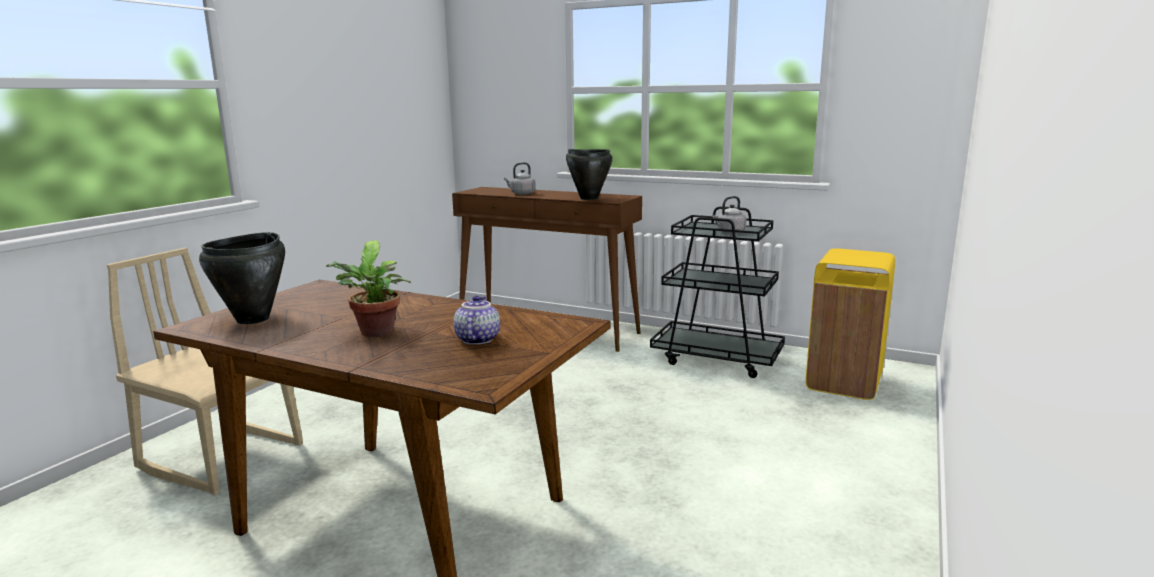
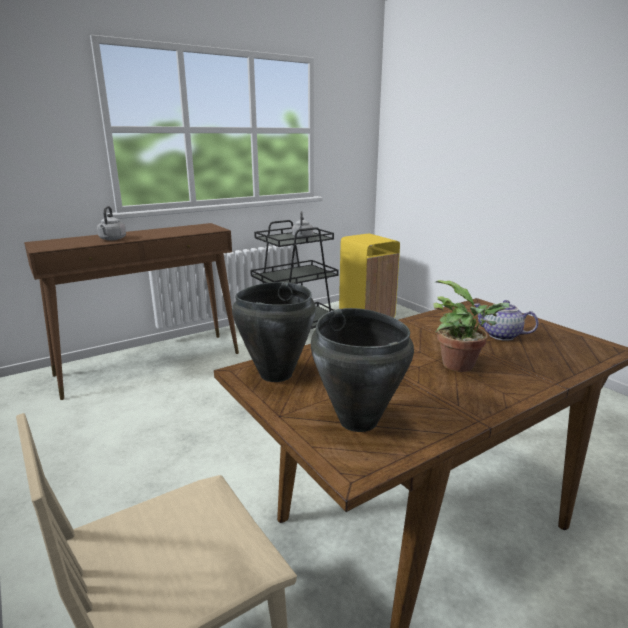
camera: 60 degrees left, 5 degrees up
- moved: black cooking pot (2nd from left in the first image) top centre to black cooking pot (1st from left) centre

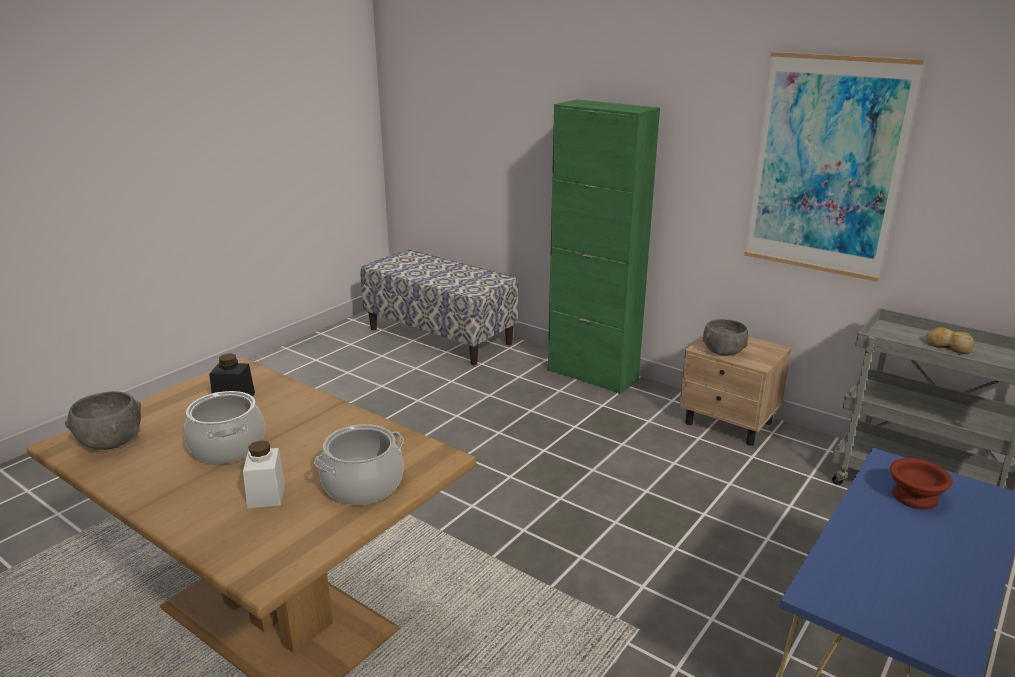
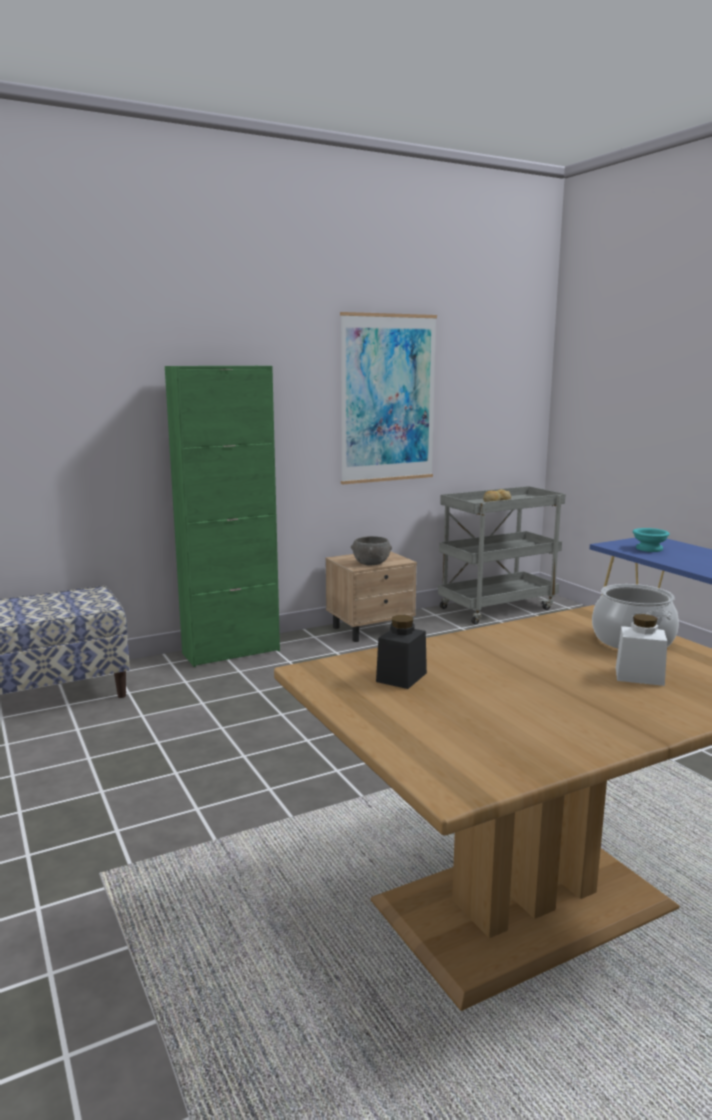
camera: 65 degrees left, 10 degrees down
- removed: grey bowl (1st from left) middle left
- removed: cooking pot (1st from left) middle left
- recoloured: brown bowl bottom right to turquoise bowl middle right

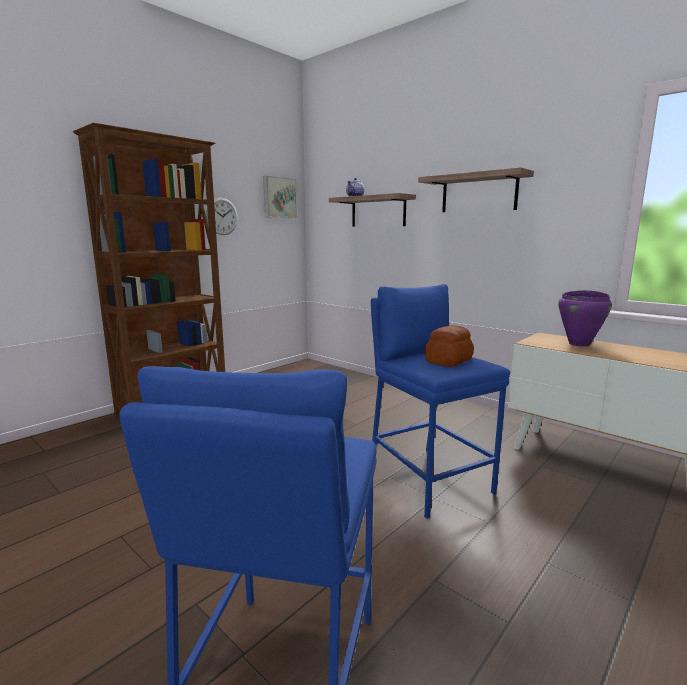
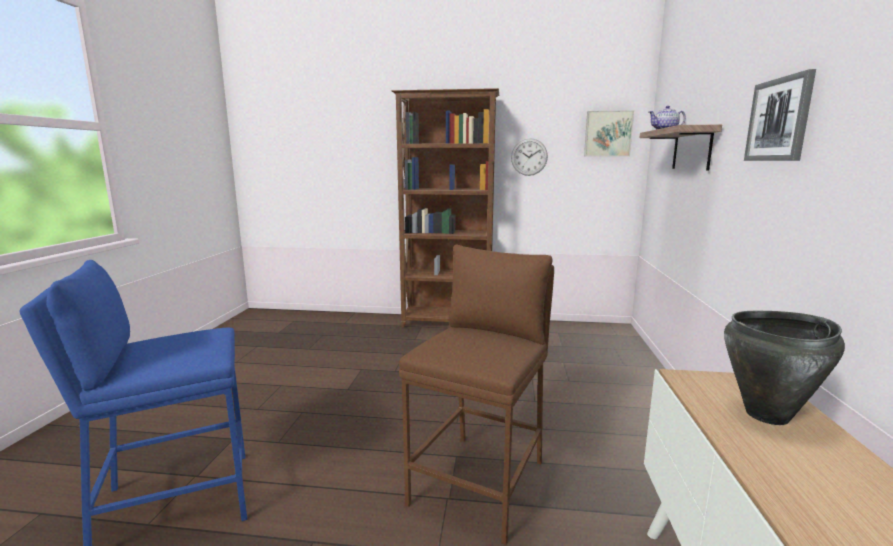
camera: 55 degrees right, 0 degrees up
- replaced: shelf (2nd from left) top right to picture (2nd from left) top right
- recoloured: blue stool (2nd from left) centre to brown stool bottom centre
- recoloured: purple cooking pot middle right to black cooking pot bottom right
- removed: bread centre

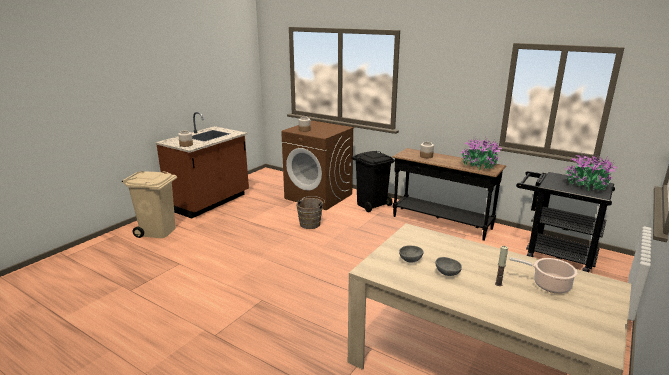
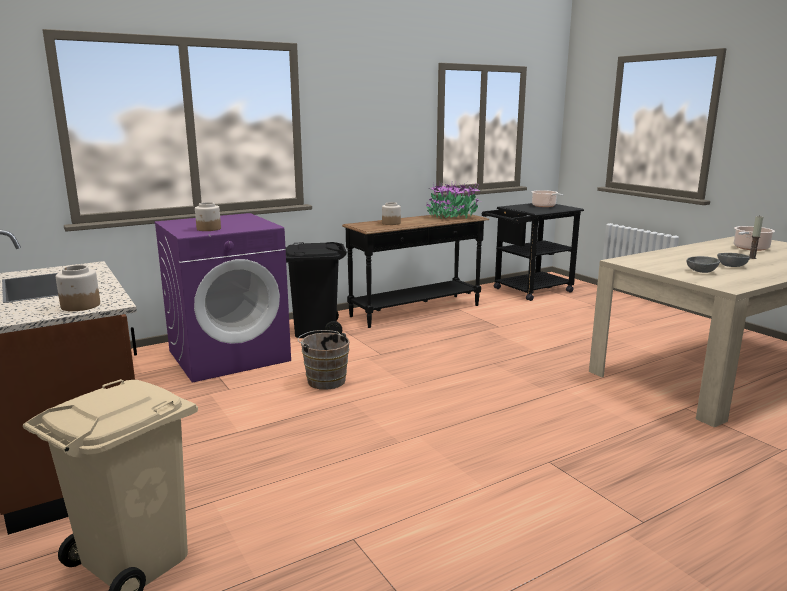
camera: 65 degrees left, 5 degrees down
- recoloured: brown washing machine centre to purple washing machine middle left
- replaced: potted plant (2nd from left) middle right to cooking pot (1st from left) middle right

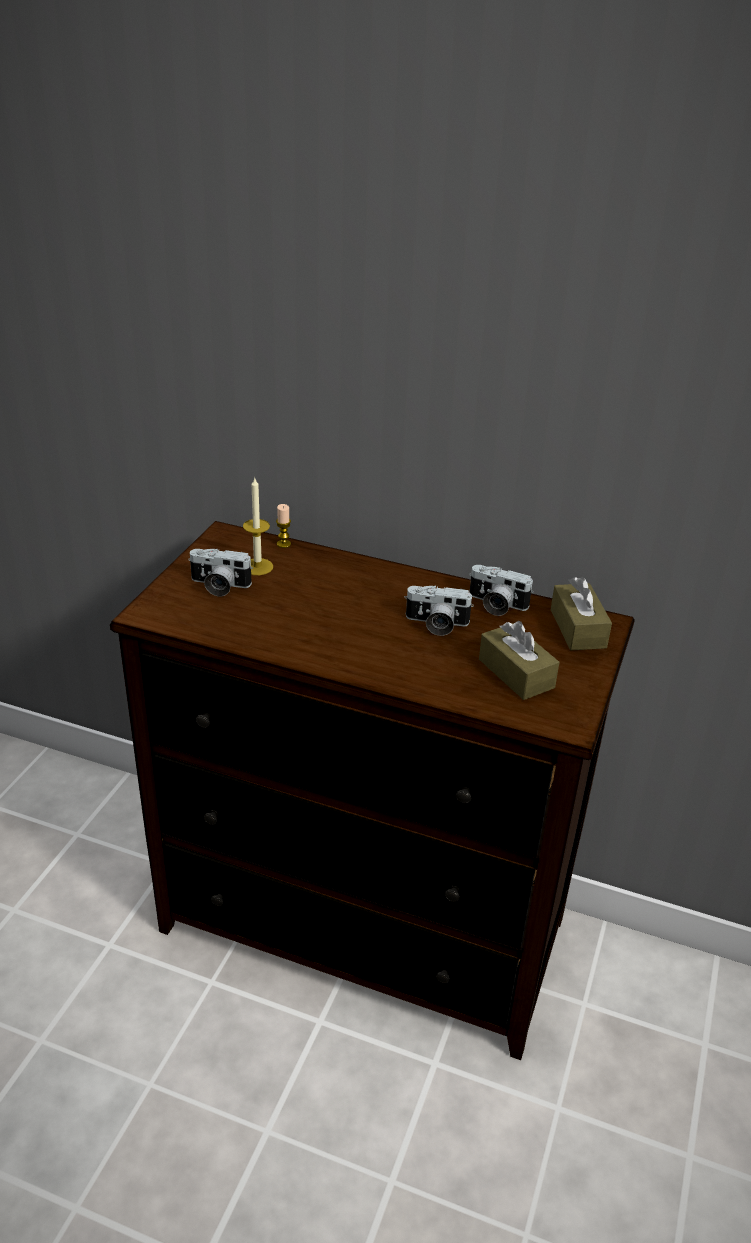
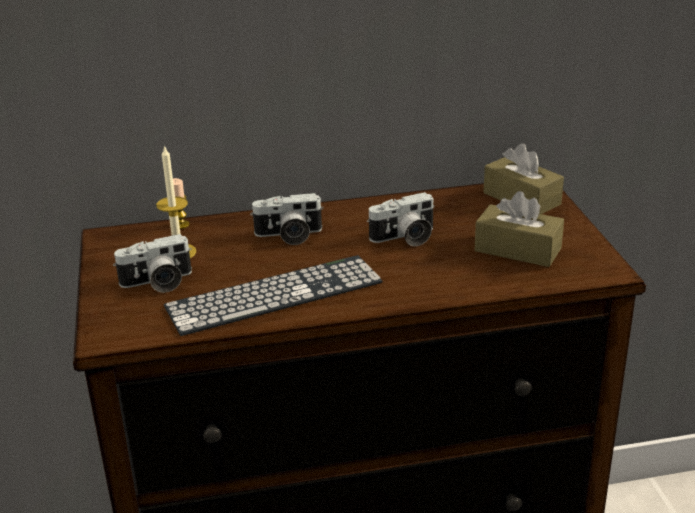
camera: 30 degrees left, 5 degrees down
- moved: photo camera (3rd from left in the first image) middle right to photo camera (2nd from left) centre
- added: keyboard centre

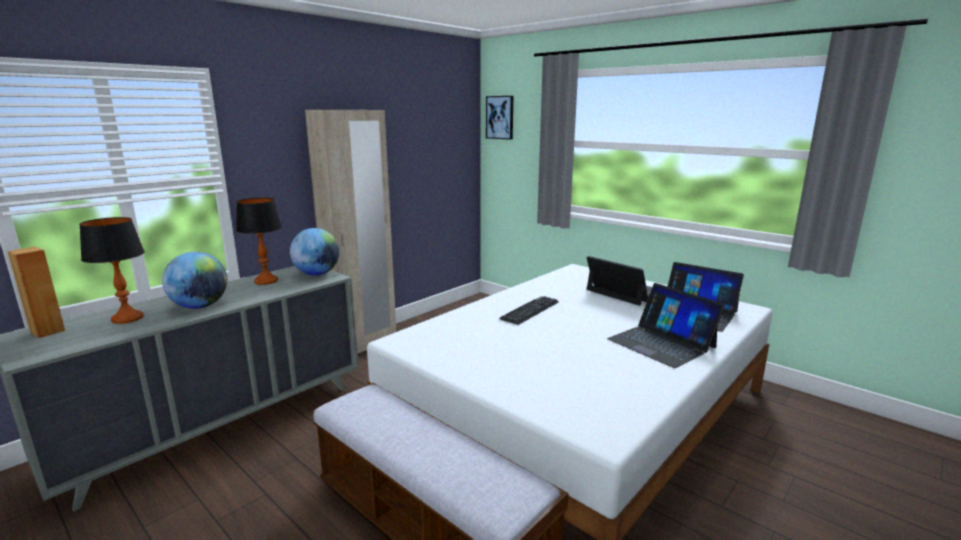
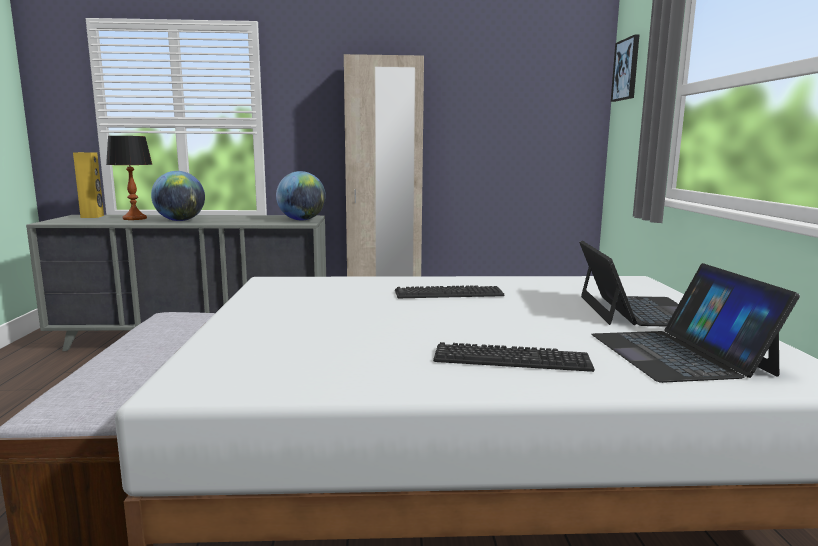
camera: 45 degrees right, 5 degrees down
- removed: table lamp (2nd from left) middle left
- recoloured: brown speaker middle left to yellow speaker middle left
- replaced: laptop (2nd from left) middle right to keyboard (2nd from left) centre

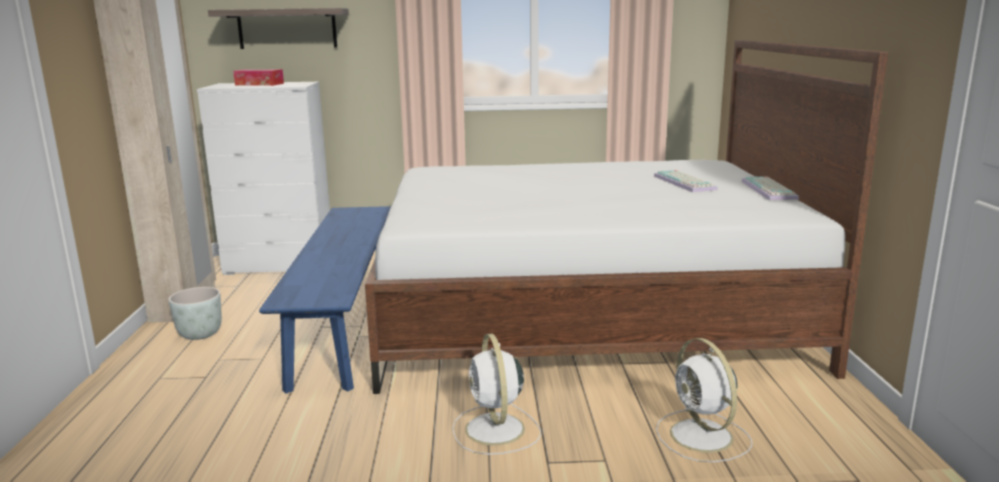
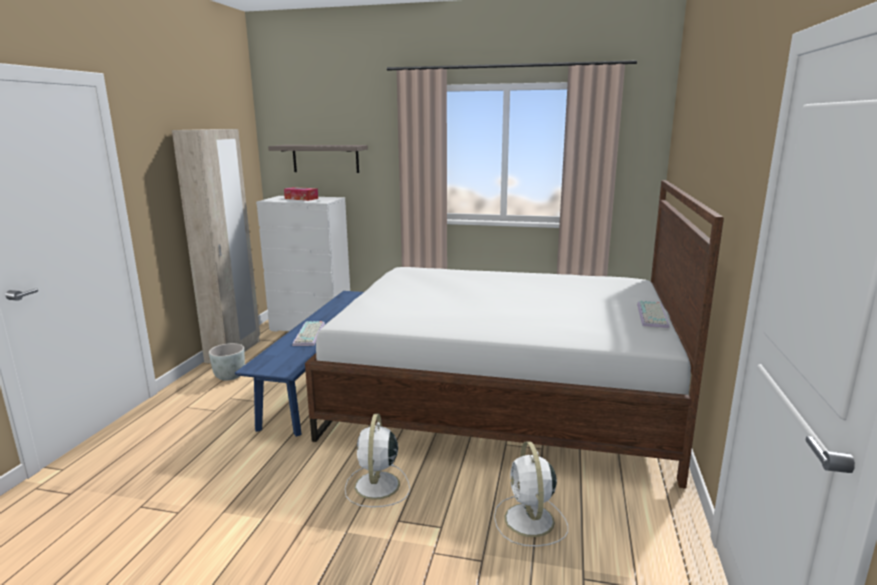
camera: 15 degrees right, 0 degrees up
- moved: keyboard (1st from left) middle right to centre

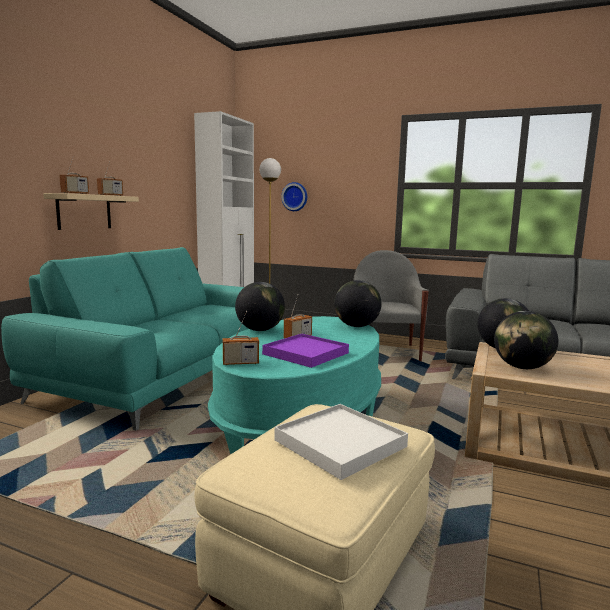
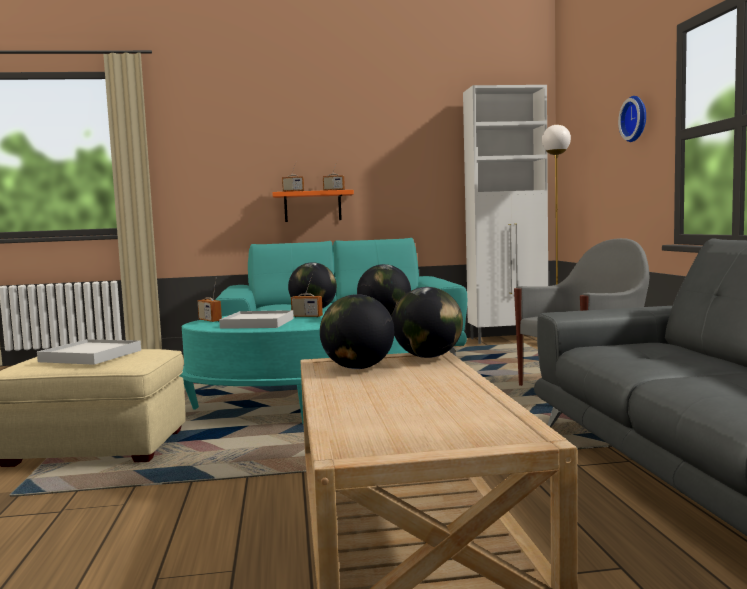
camera: 60 degrees right, 5 degrees down
- moved: wall clock top centre to top right
- recoloured: beige shelf middle left to orange shelf centre
- recoloured: purple tray centre to white tray (2nd from left) centre

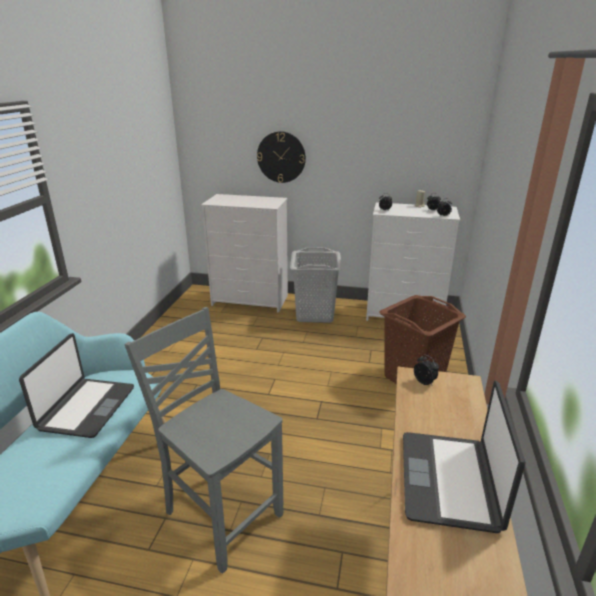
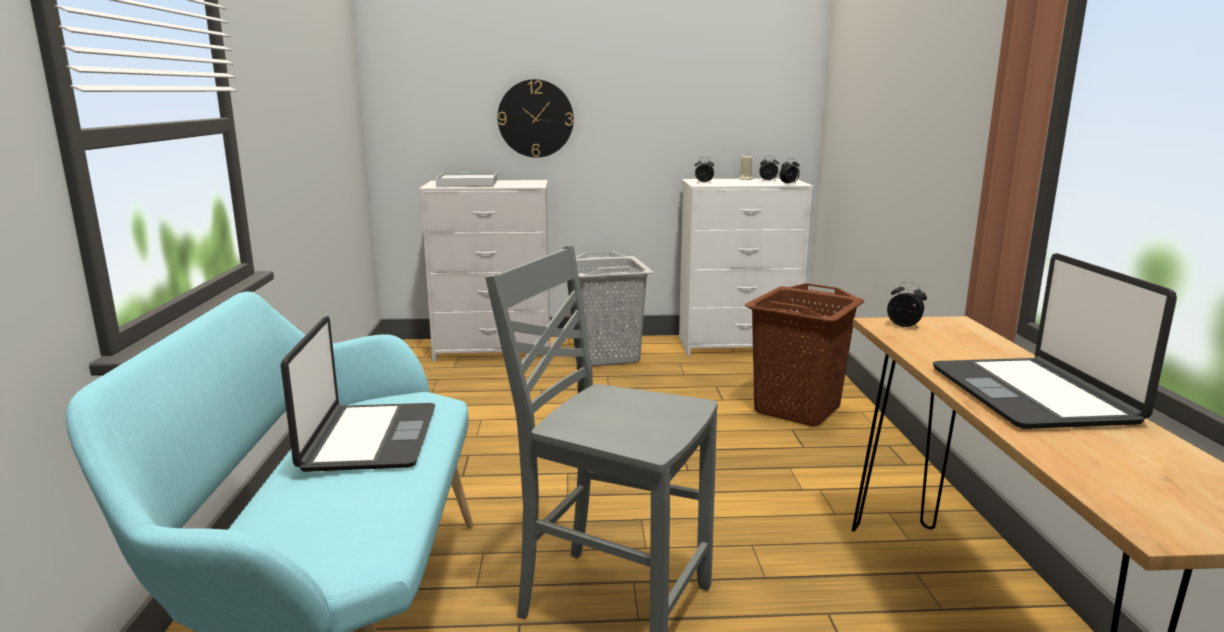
camera: 15 degrees left, 10 degrees down
- added: white tray top centre

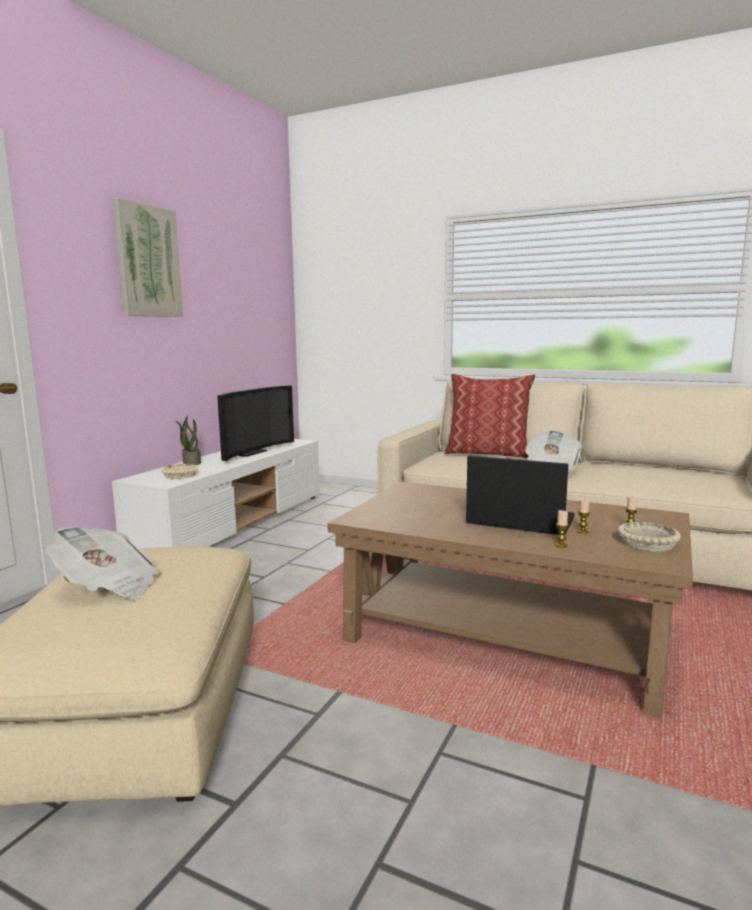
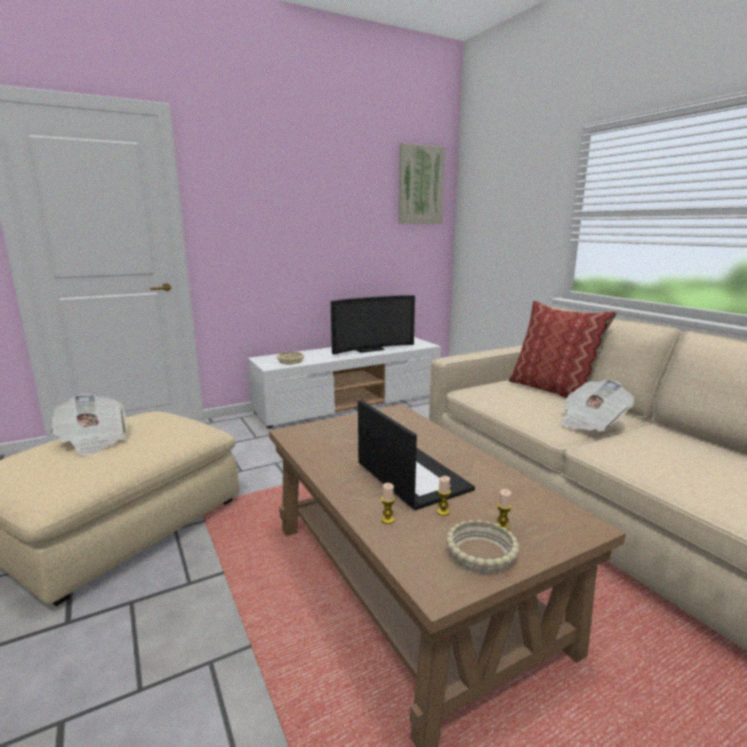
camera: 35 degrees right, 5 degrees up
- moved: picture top left to top centre
- removed: potted plant middle left

